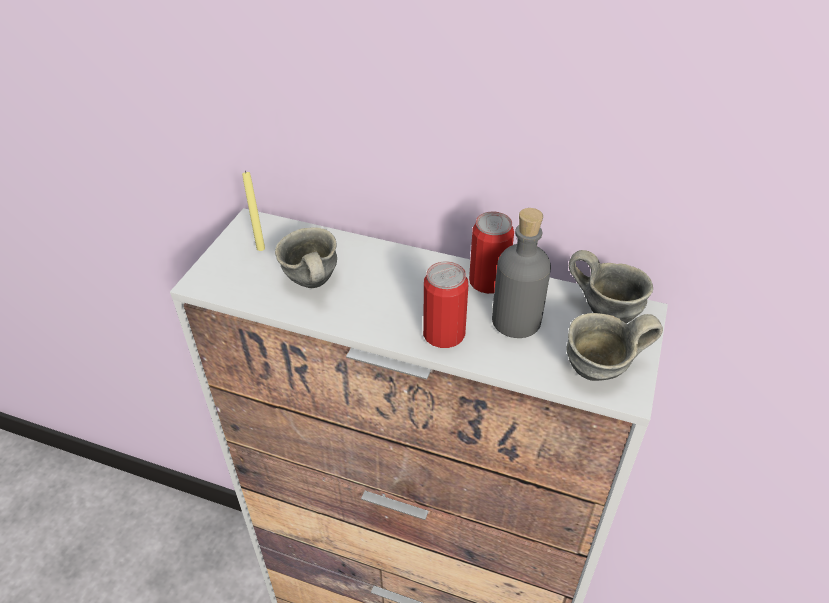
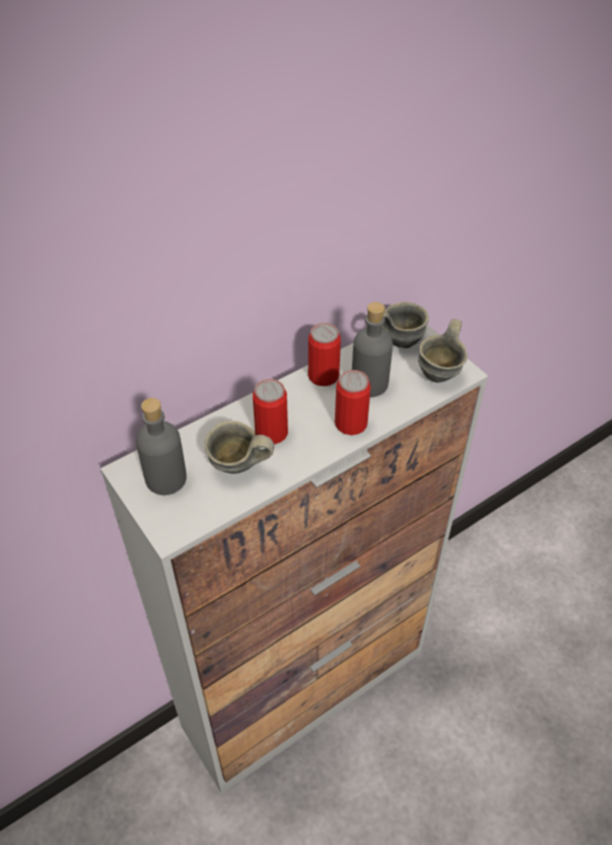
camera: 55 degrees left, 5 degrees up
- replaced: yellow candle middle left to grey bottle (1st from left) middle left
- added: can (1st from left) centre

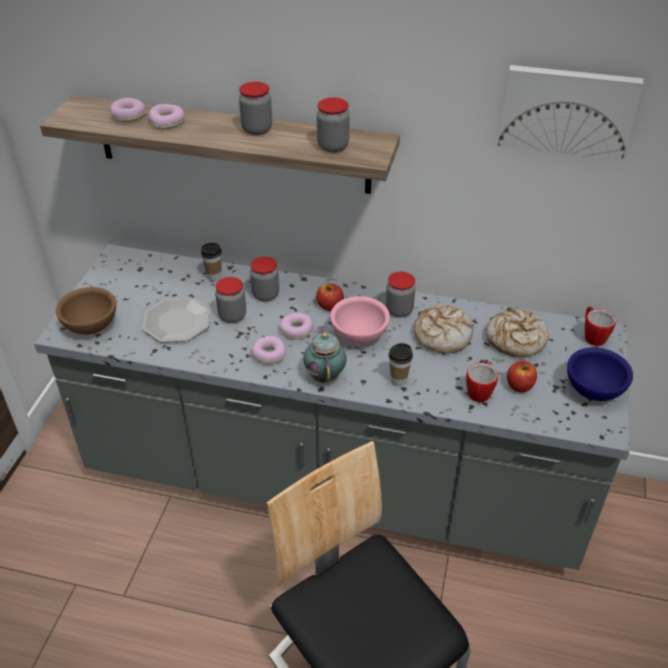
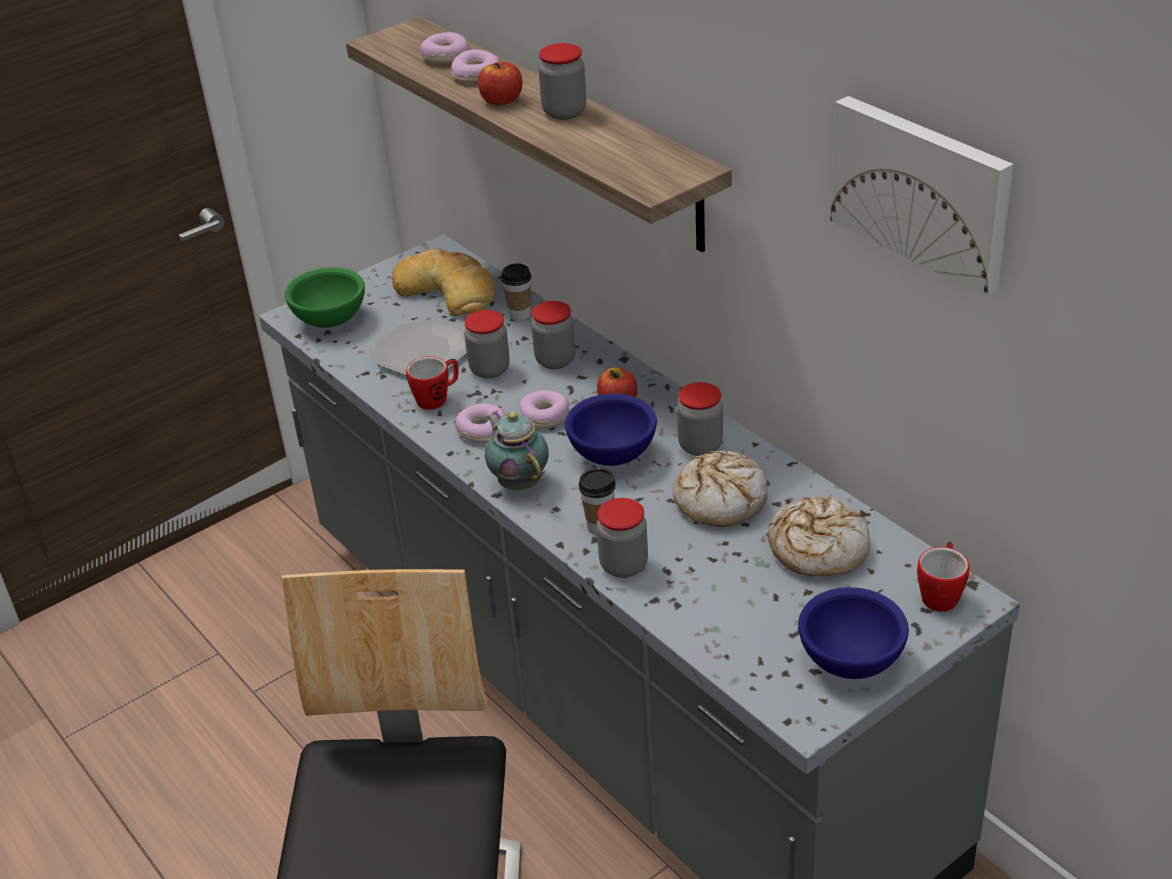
camera: 40 degrees right, 5 degrees down
- moved: jar (4th from left) top centre to centre
- recoloured: brown bowl middle left to green bowl middle left
- recoloured: pink bowl centre to blue bowl (1st from left) centre
- turned: teapot centre = centre 60 degrees counterclockwise
- moved: mug (1st from left) middle right to centre
- moved: apple (2nd from left in the first image) middle right to apple (1st from left) top centre
- added: bread (1st from left) top centre

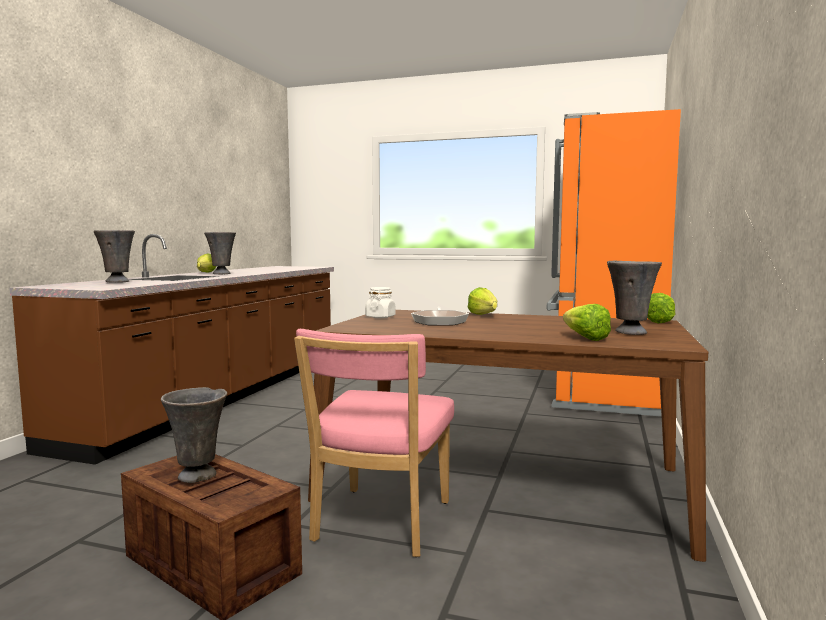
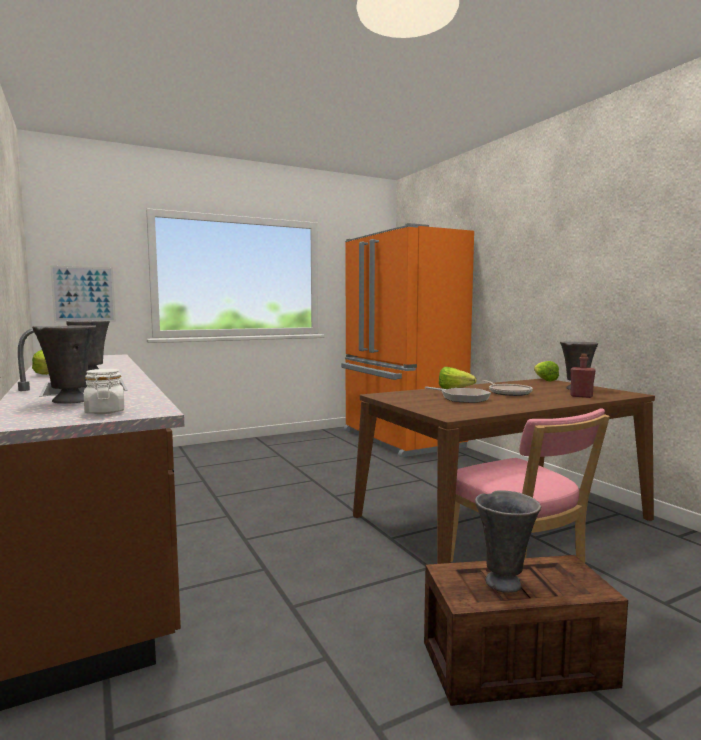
camera: 45 degrees left, 0 degrees up
- moved: white jar centre to middle left
- replaced: lettuce (3rd from left) middle right to red bottle middle right
- added: picture middle left
- added: frying pan (2nd from left) middle right

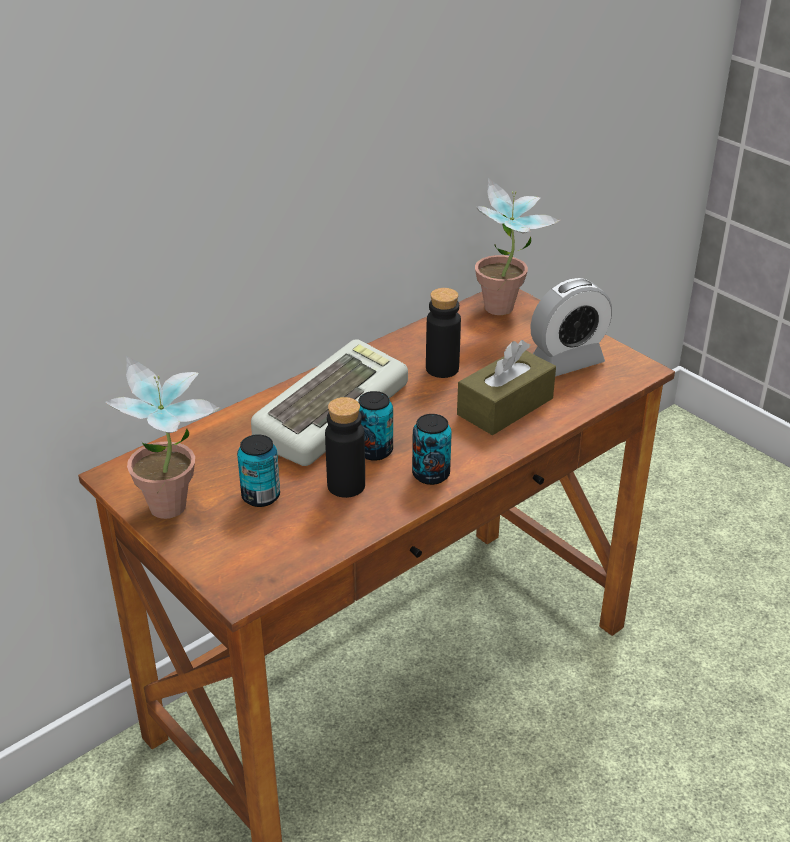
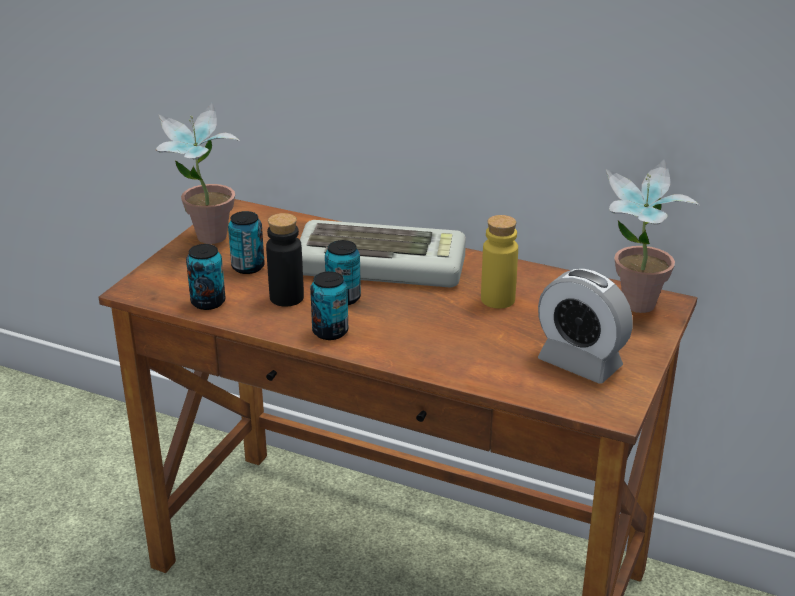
camera: 65 degrees right, 5 degrees down
- recoloured: black bottle (2nd from left) centre to yellow bottle centre
- removed: brown tissue box centre
- added: can (1st from left) middle left

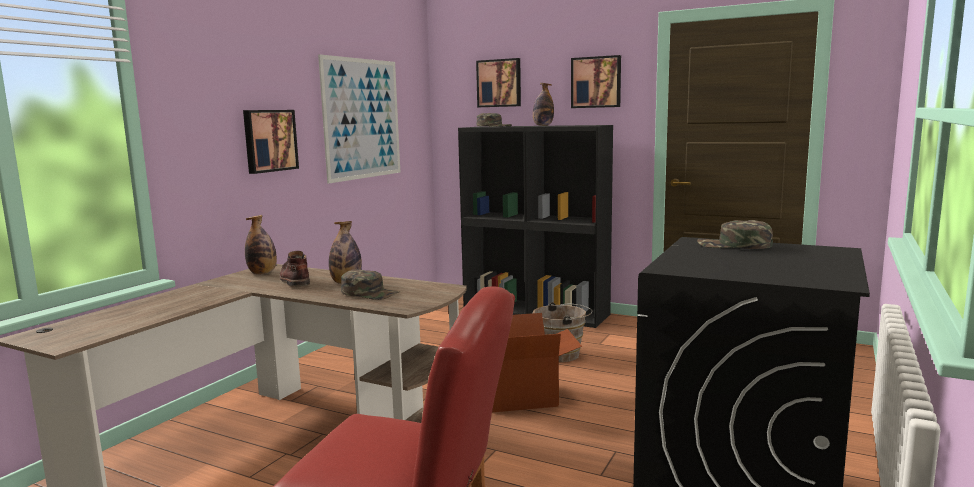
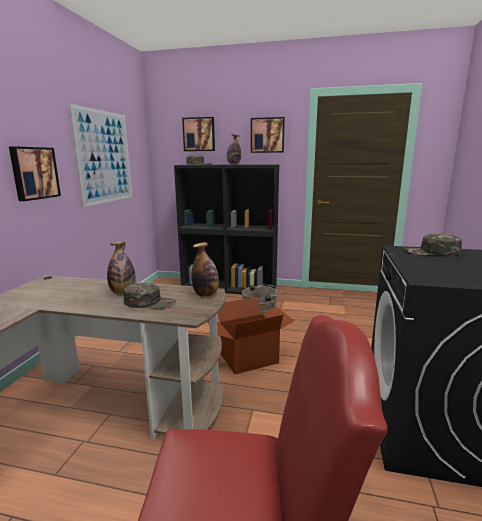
camera: 15 degrees left, 5 degrees up
- moved: bottle (1st from left in the first image) middle left to bottle (2nd from left) centre
- removed: brown boot middle left

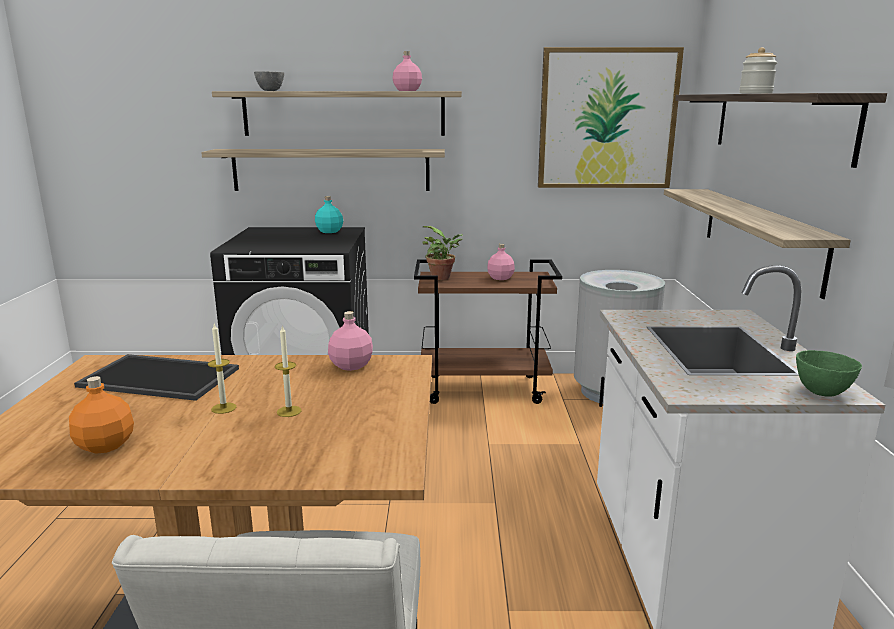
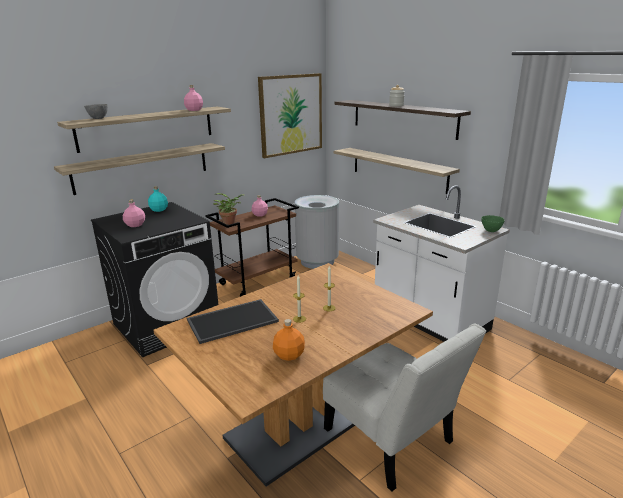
camera: 40 degrees left, 5 degrees up
- moved: pink bottle (1st from left) centre to middle left

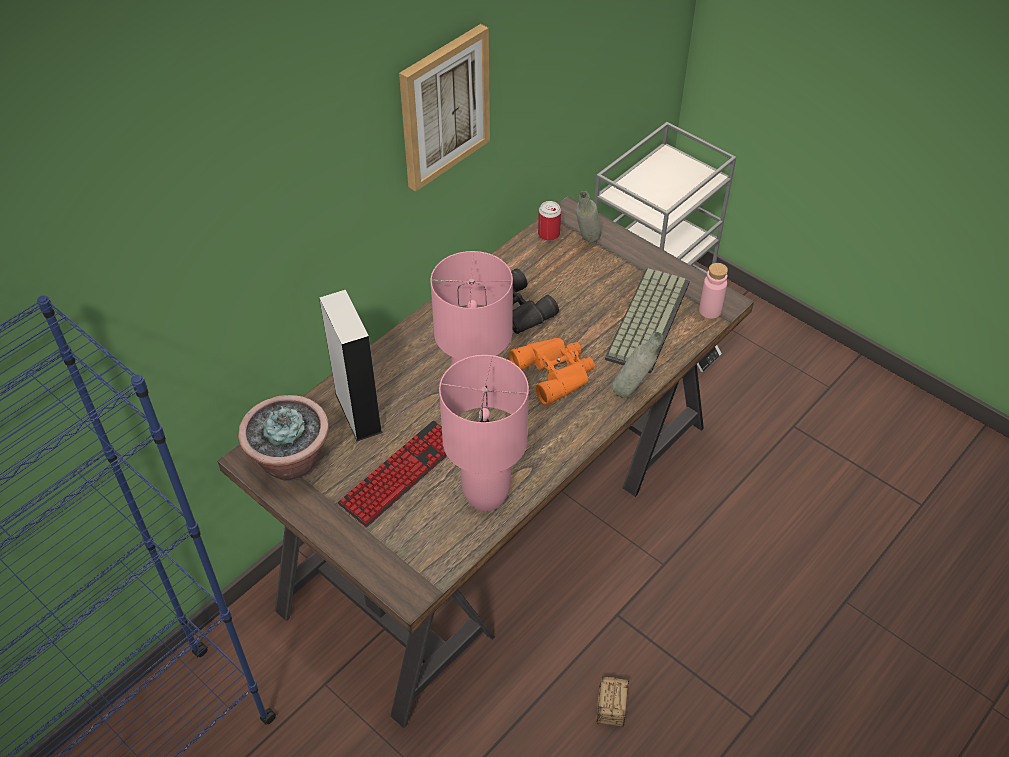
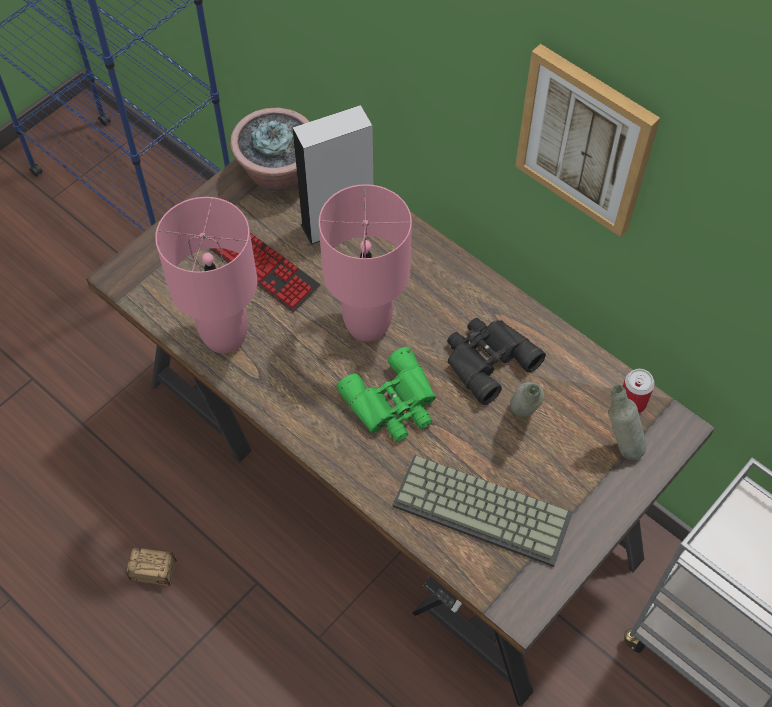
camera: 90 degrees right, 10 degrees up
- removed: pink bottle middle right
- moved: grey bottle (2nd from left in the first image) centre to grey bottle (1st from left) middle right
- recoloured: orange binoculars centre to green binoculars centre

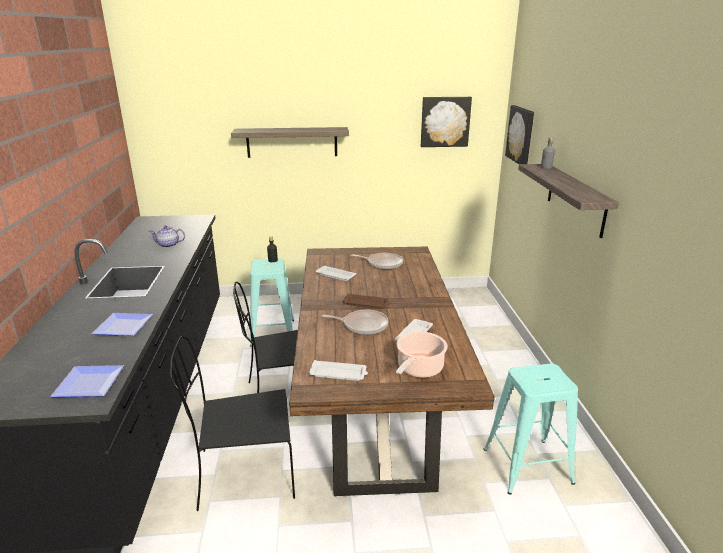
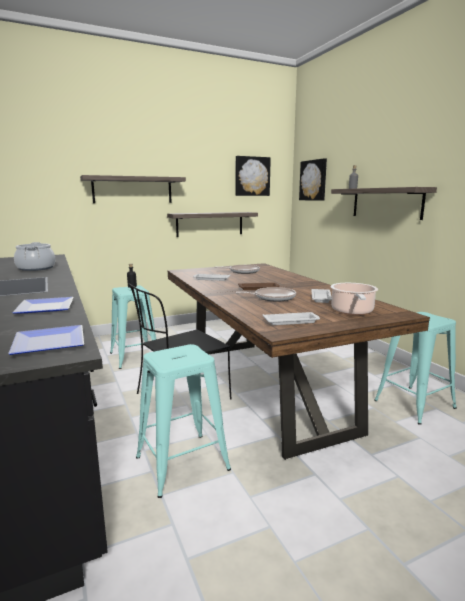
camera: 20 degrees left, 10 degrees down
- replaced: teapot middle left to cooking pot (1st from left) middle left
- replaced: black chair (1st from left) bottom left to turquoise stool (2nd from left) bottom centre
- added: shelf (2nd from left) centre

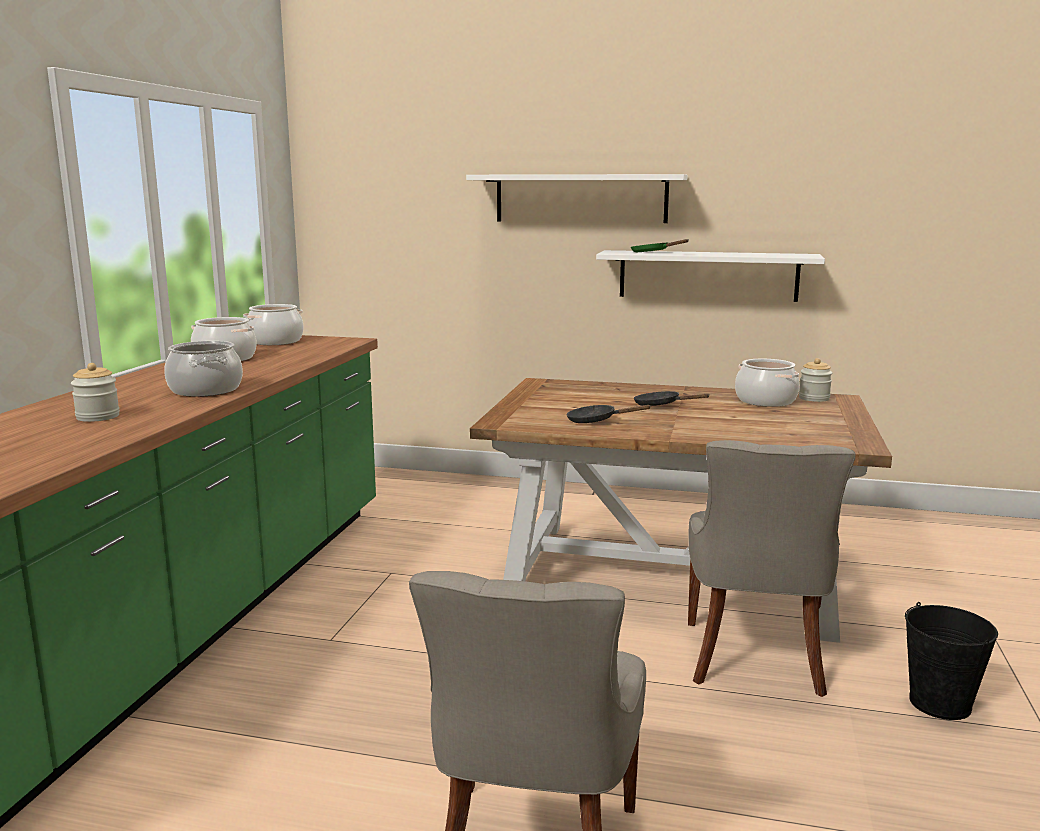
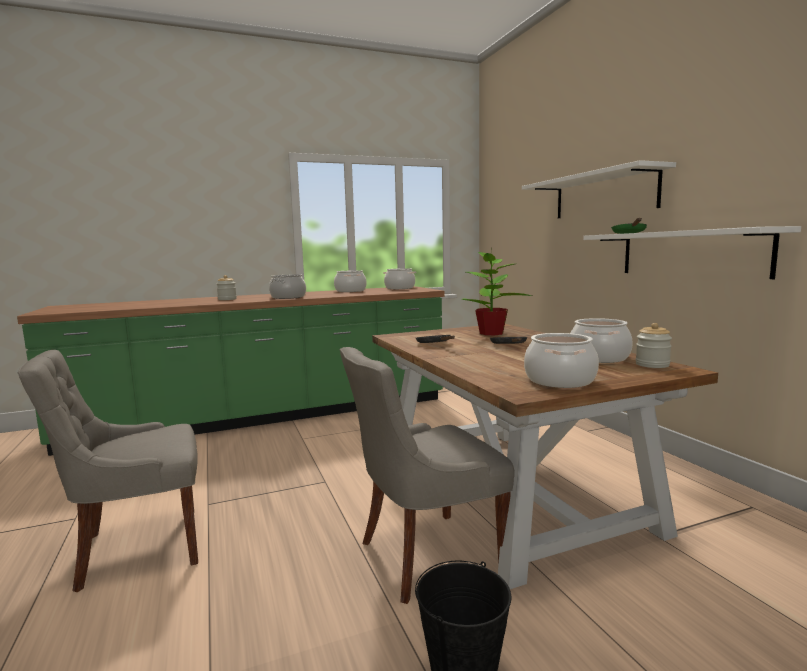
camera: 55 degrees right, 5 degrees down
- added: potted plant centre
- added: cooking pot (4th from left) middle right

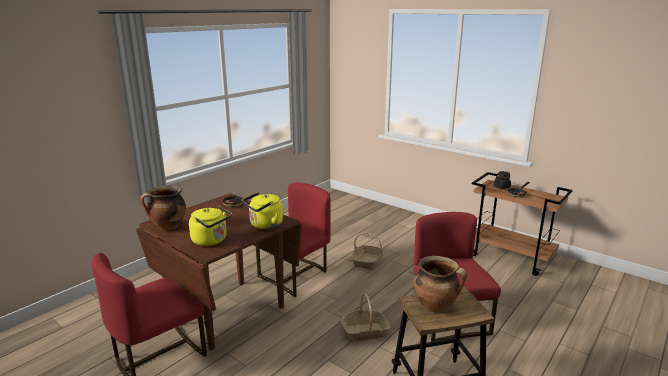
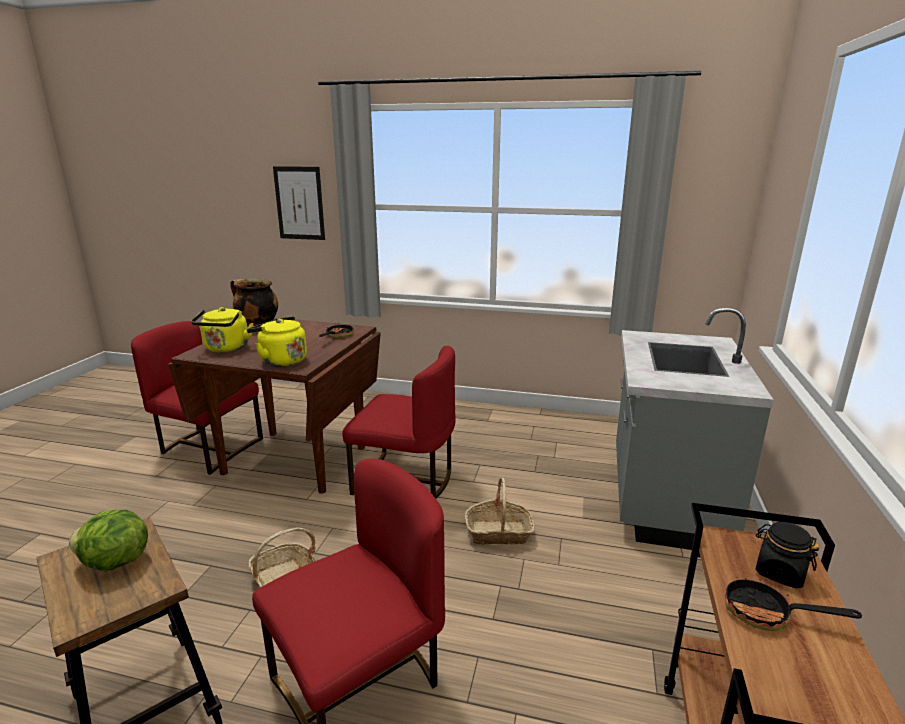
camera: 65 degrees right, 0 degrees up
- replaced: cooking pot (2nd from left) bottom centre to lettuce bottom left
- added: picture top left
- added: grey counter middle right

